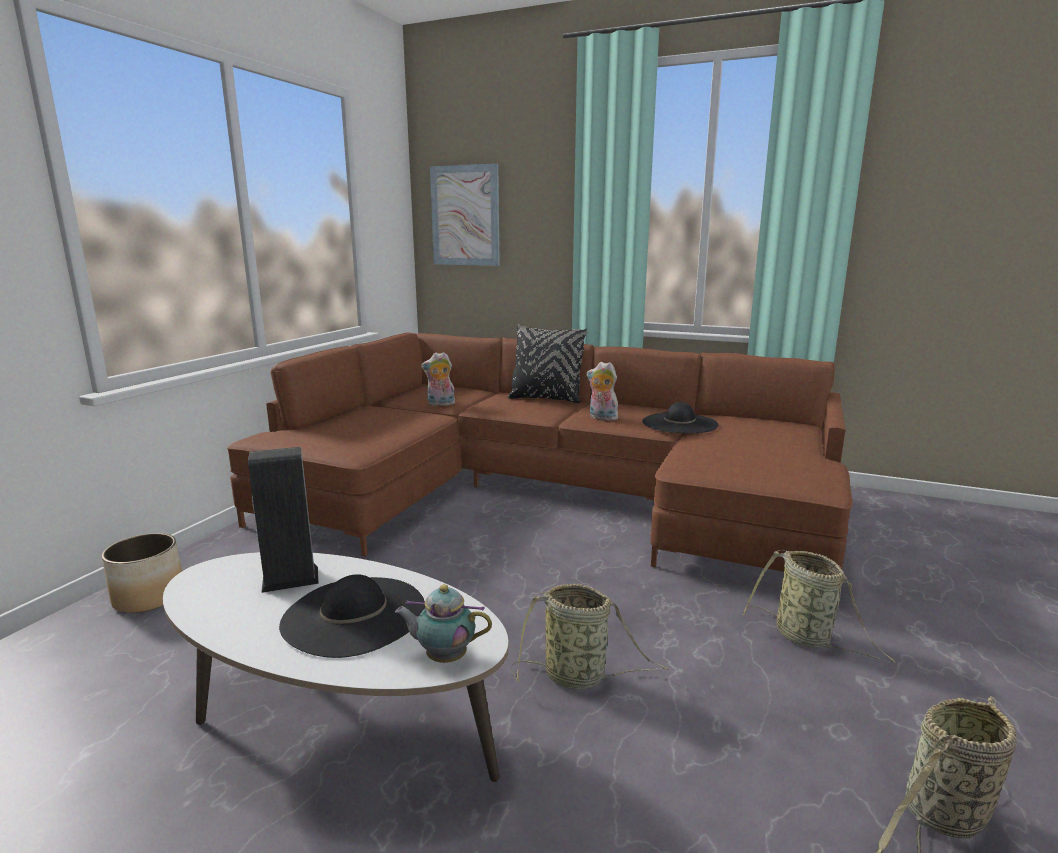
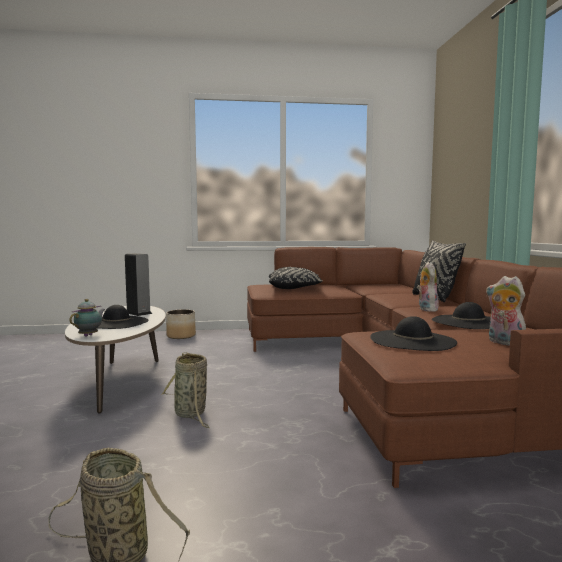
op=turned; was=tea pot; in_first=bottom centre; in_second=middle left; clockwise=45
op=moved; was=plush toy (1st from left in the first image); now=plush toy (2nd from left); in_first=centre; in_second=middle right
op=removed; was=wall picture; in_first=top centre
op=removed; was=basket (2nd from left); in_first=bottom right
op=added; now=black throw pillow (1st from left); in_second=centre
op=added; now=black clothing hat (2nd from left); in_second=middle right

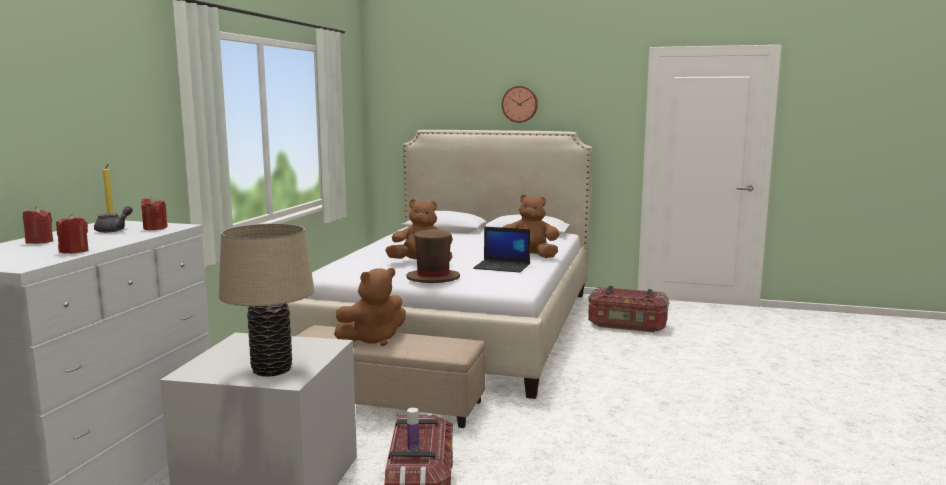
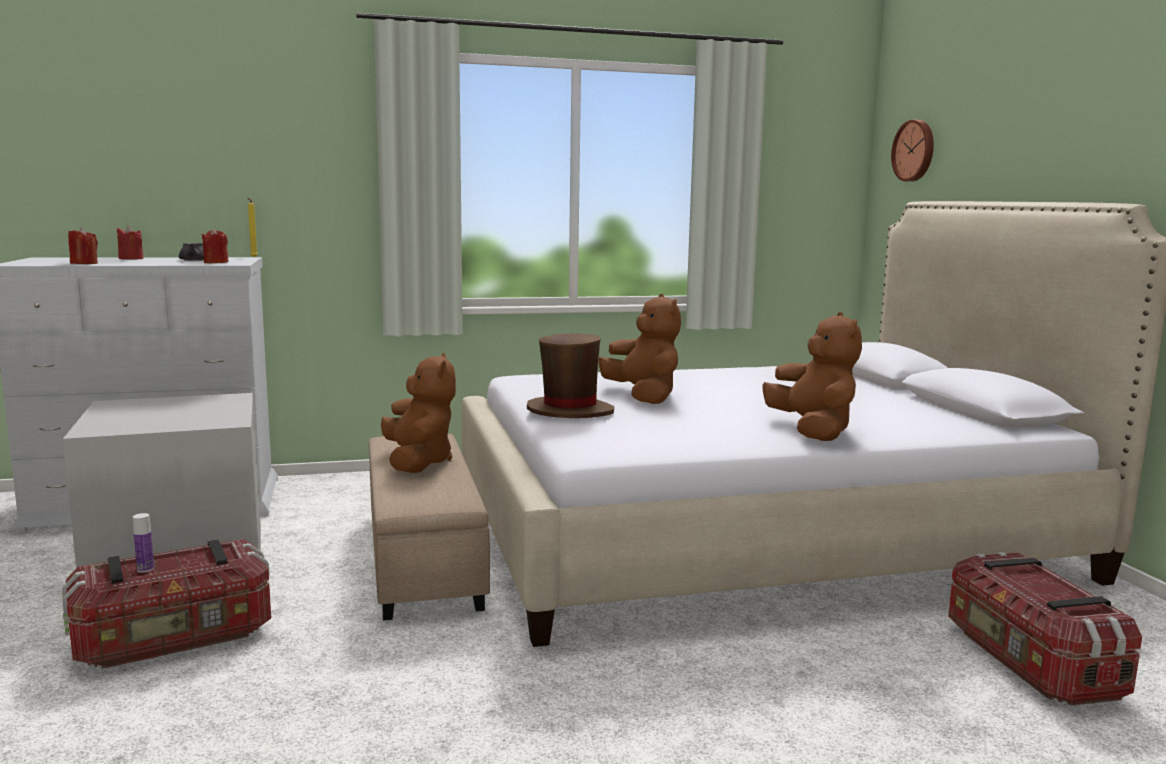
op=removed; was=beige table lamp; in_first=middle left
op=turned; was=brown plush toy (1st from left); in_first=centre; in_second=centre; clockwise=-135
op=removed; was=portable computer; in_first=centre
op=moved; was=hanging clock; in_first=top centre; in_second=top right

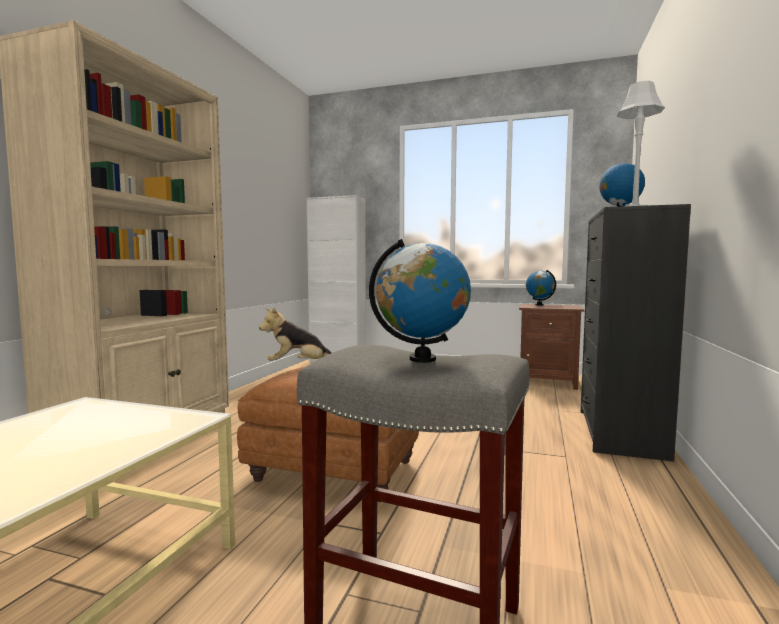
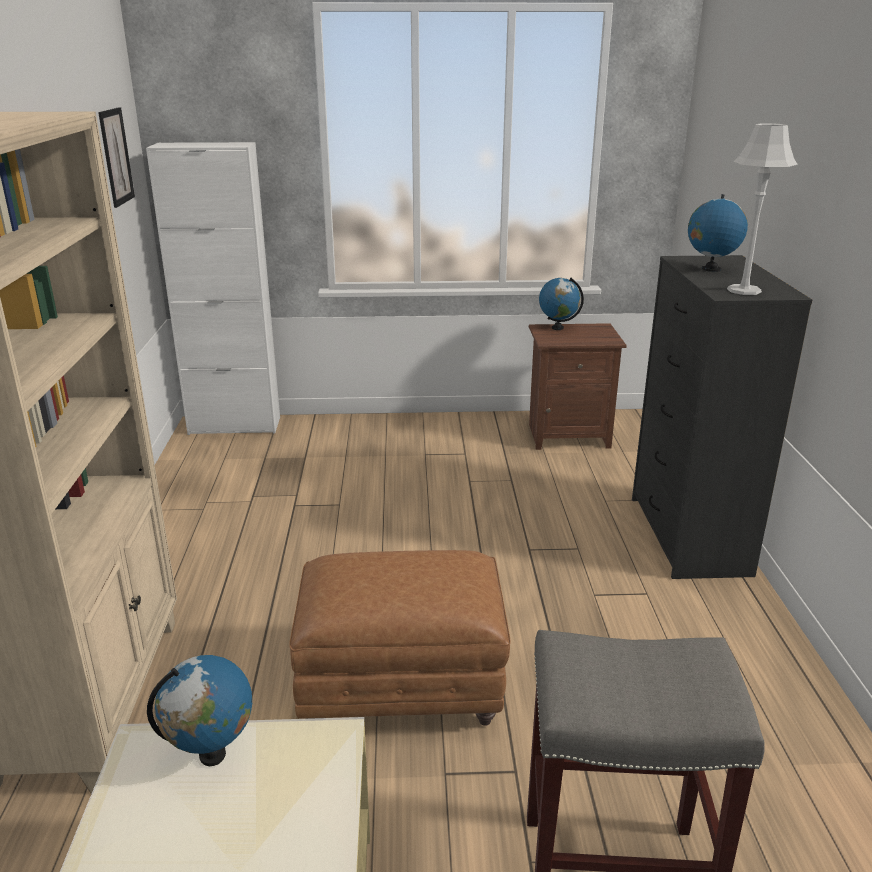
op=removed; was=plush toy; in_first=centre
op=moved; was=world globe (1st from left); in_first=centre; in_second=bottom left
op=added; now=wall picture; in_second=top left

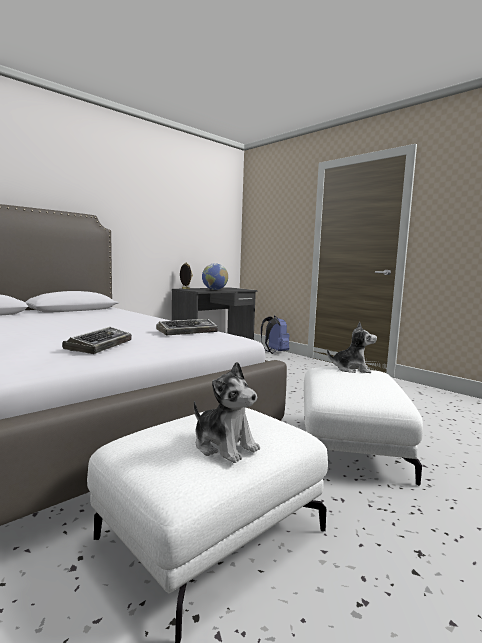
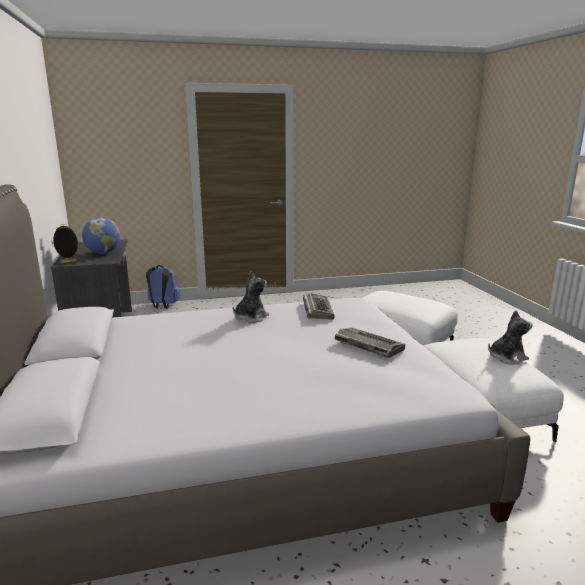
op=moved; was=plush toy (2nd from left in the first image); now=plush toy (1st from left); in_first=middle right; in_second=centre

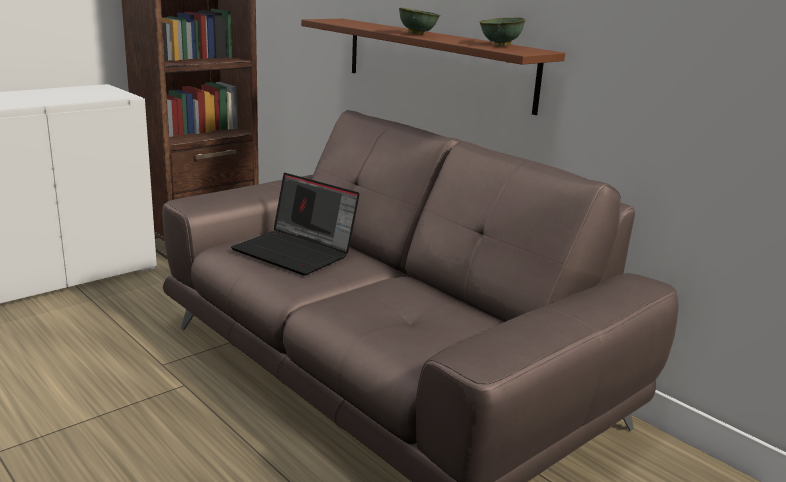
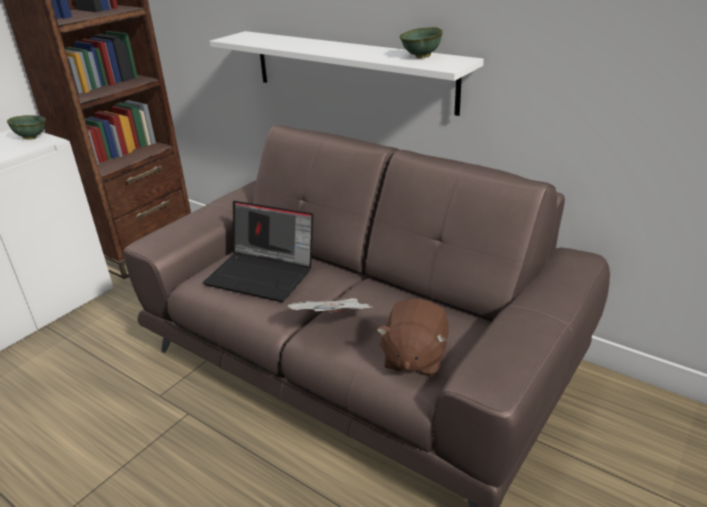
op=recoloured; was=brown shelf; now=white-coloured shelf; in_first=top centre; in_second=top centre
op=moved; was=greenish deep dish (1st from left); in_first=top centre; in_second=top left
op=added; now=newspaper; in_second=centre
op=added; now=brown plush toy; in_second=bottom centre

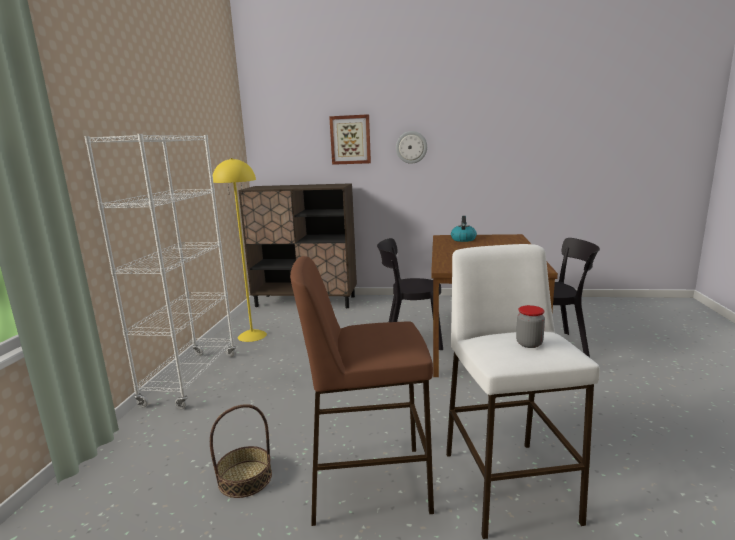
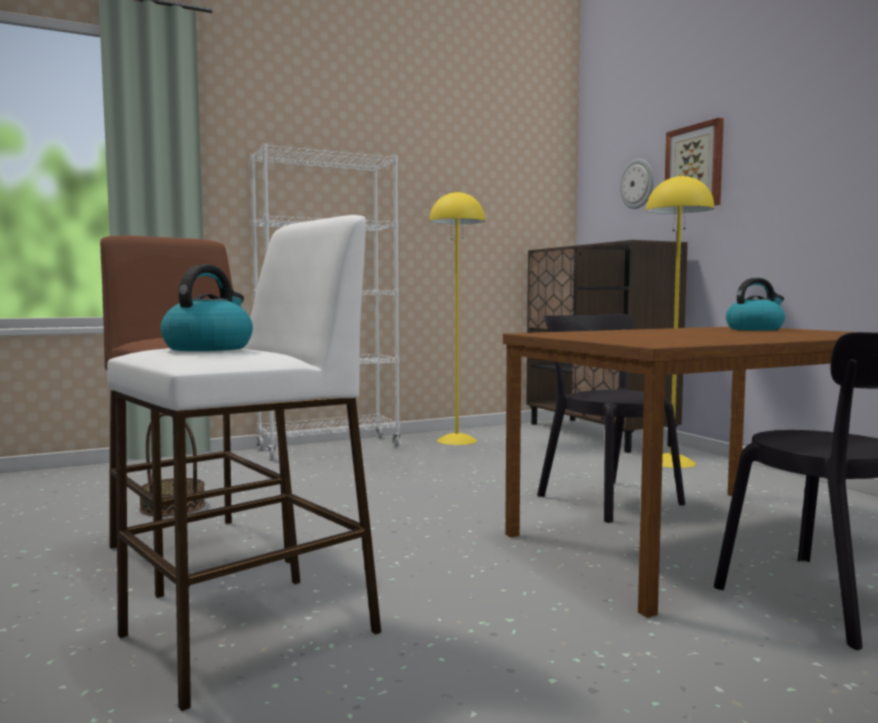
op=moved; was=hanging clock; in_first=top centre; in_second=top right
op=replaced; was=storage jar; now=kettle (1st from left); in_first=middle right; in_second=middle left
op=added; now=yellow standard lamp (2nd from left); in_second=middle right

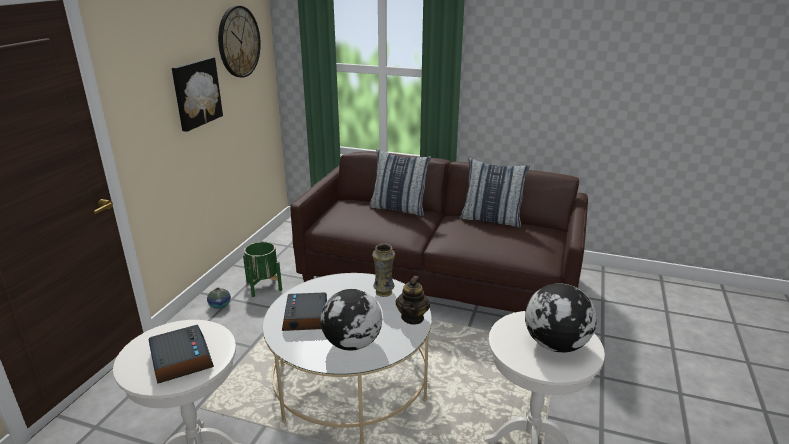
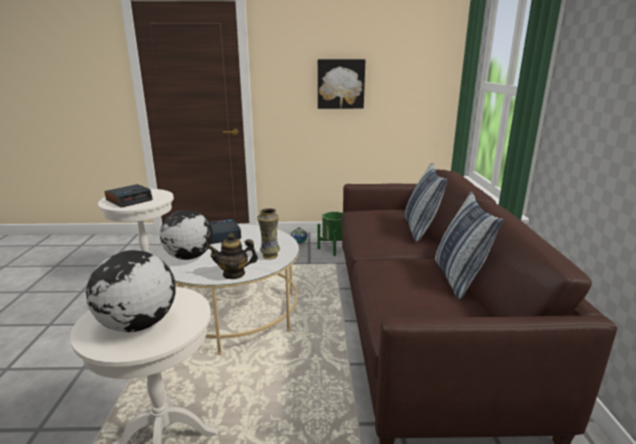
op=removed; was=hanging clock; in_first=top left

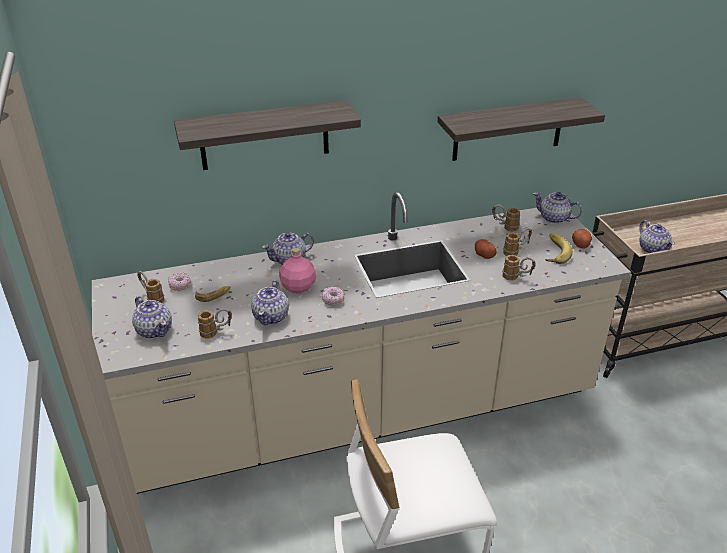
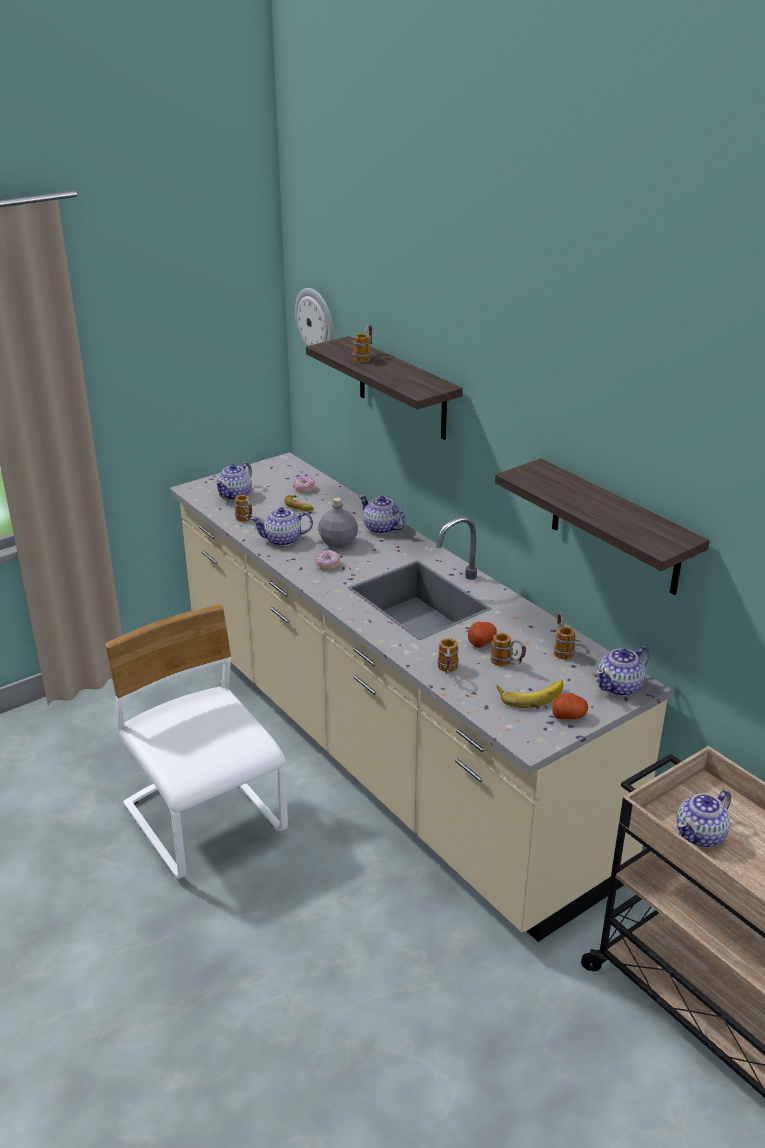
op=moved; was=coffee mug (1st from left in the first image); now=coffee mug (2nd from left); in_first=middle left; in_second=top centre
op=recoloured; was=pink drink bottle; now=greyish drink bottle; in_first=centre; in_second=centre
op=turned; was=tea pot (4th from left); in_first=middle right; in_second=middle right; clockwise=-135
op=added; now=hanging clock; in_second=top centre

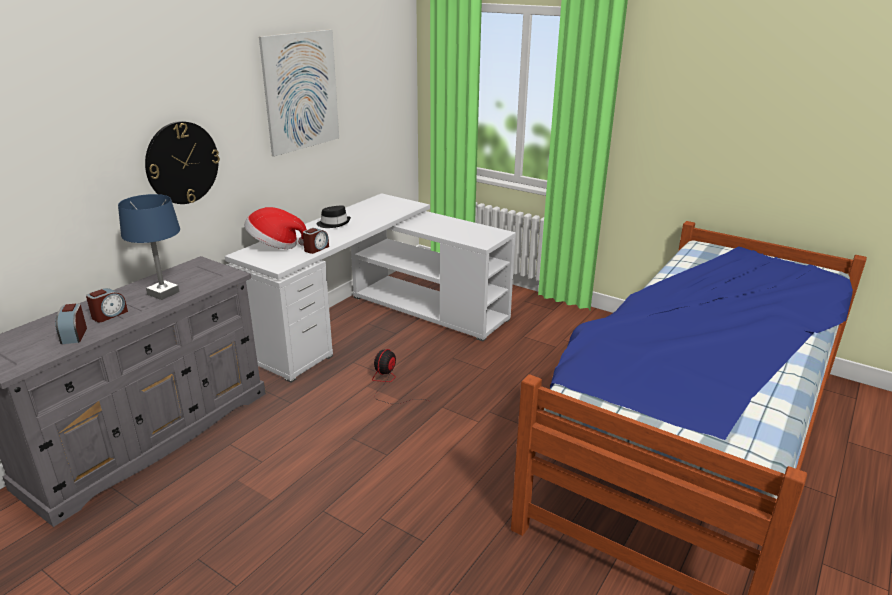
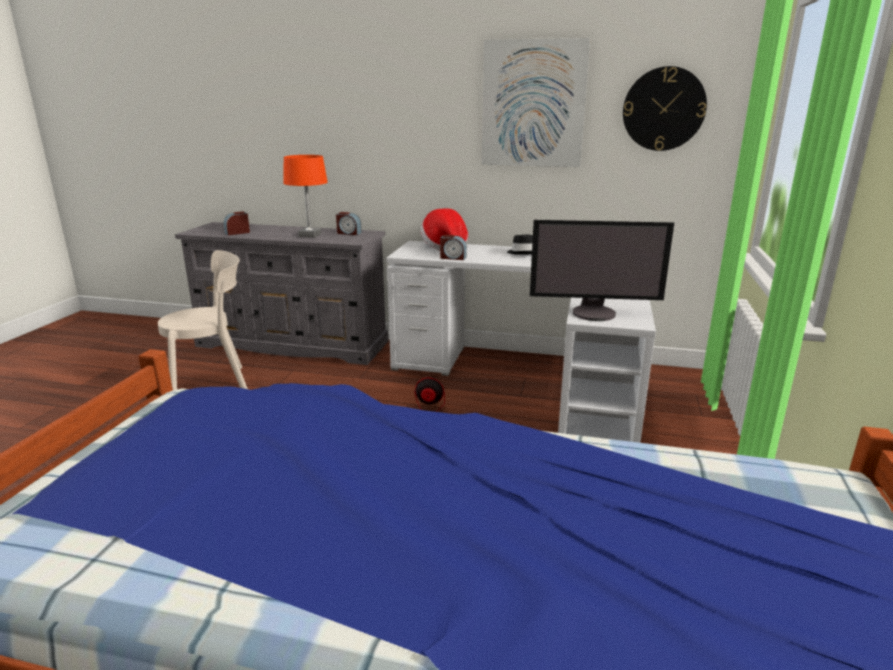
op=moved; was=table clock (2nd from left); in_first=middle left; in_second=top centre
op=recoloured; was=blue-coloured table lamp; now=orange-coloured table lamp; in_first=middle left; in_second=top centre
op=moved; was=hanging clock; in_first=top left; in_second=top right
op=added; now=beige upright chair; in_second=middle left
op=added; now=computer screen; in_second=middle right

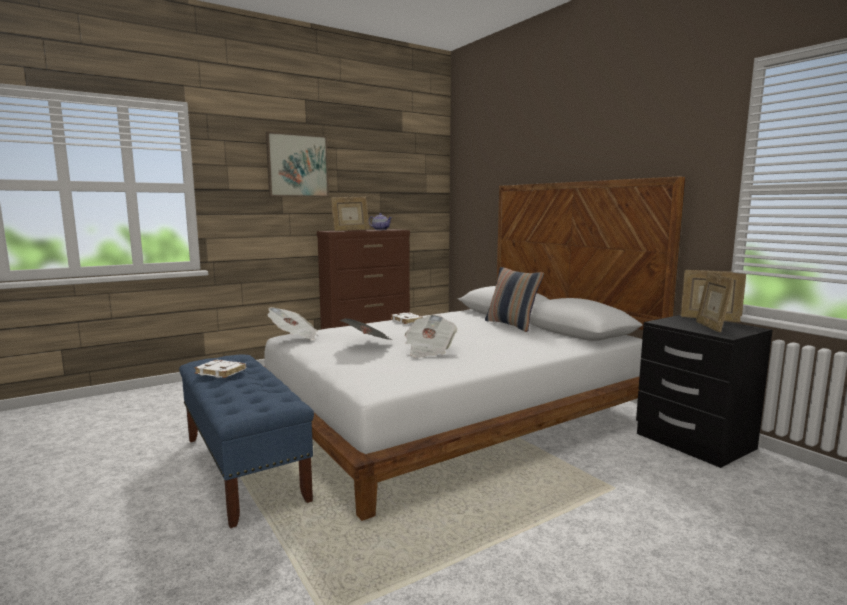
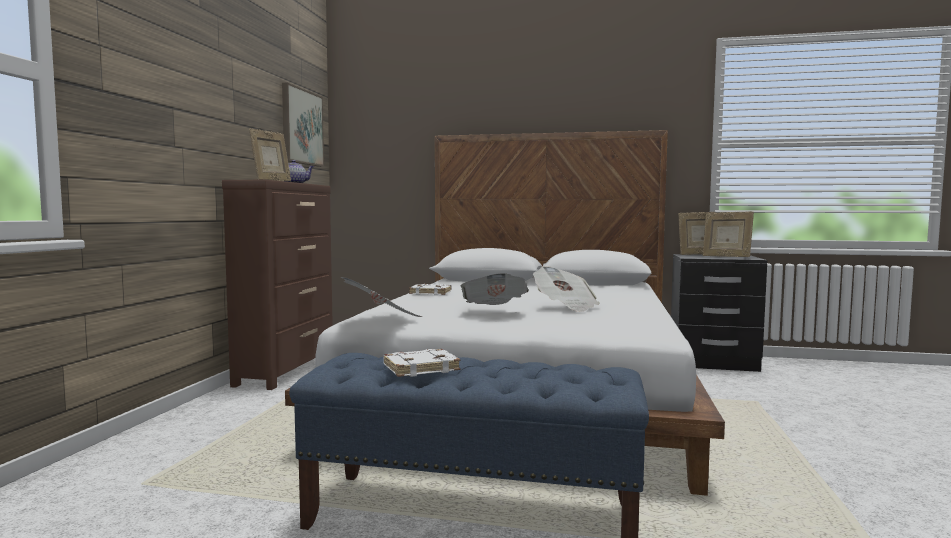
op=moved; was=wall picture; in_first=top centre; in_second=top left
op=removed; was=throw pillow; in_first=centre

